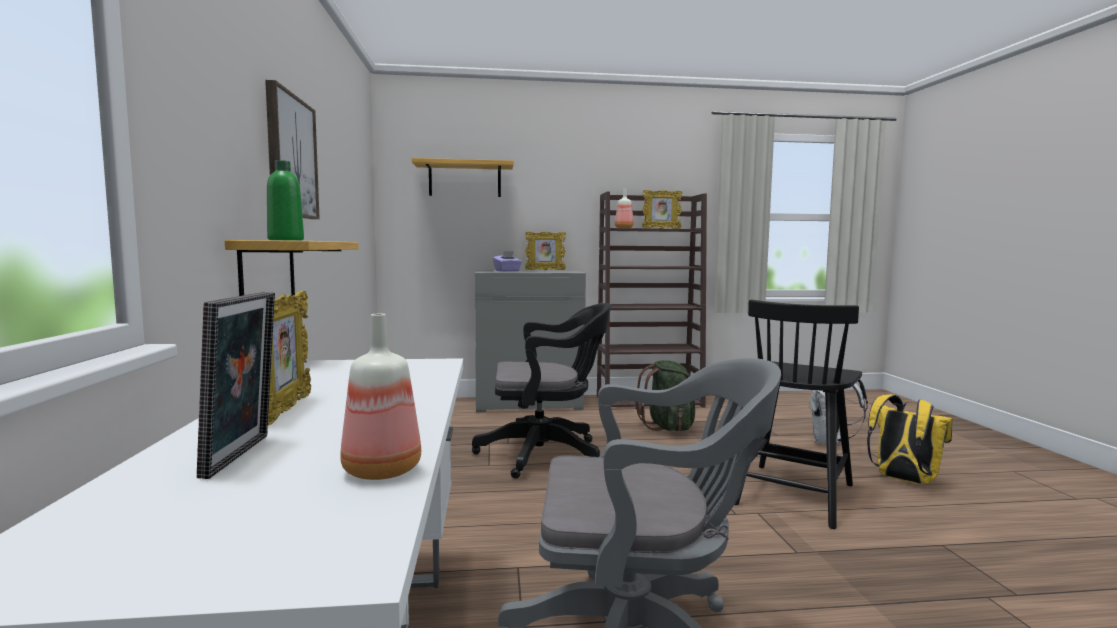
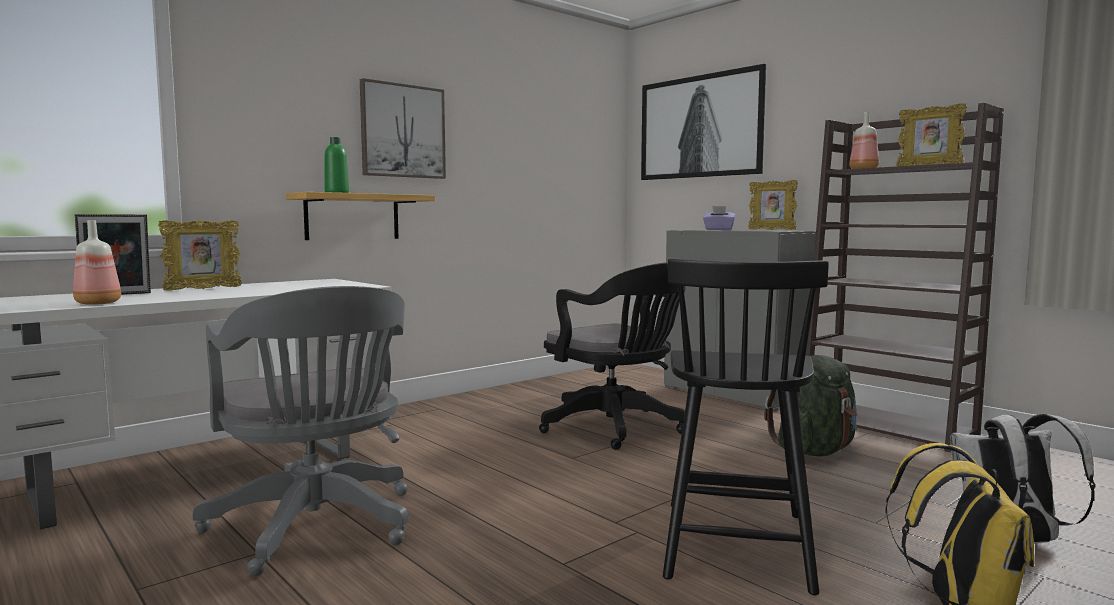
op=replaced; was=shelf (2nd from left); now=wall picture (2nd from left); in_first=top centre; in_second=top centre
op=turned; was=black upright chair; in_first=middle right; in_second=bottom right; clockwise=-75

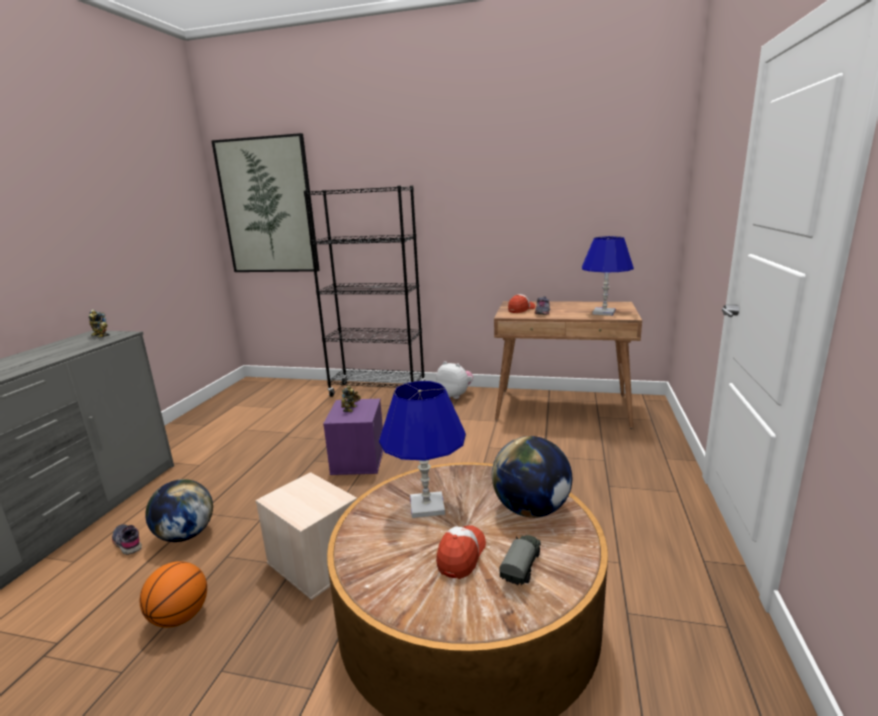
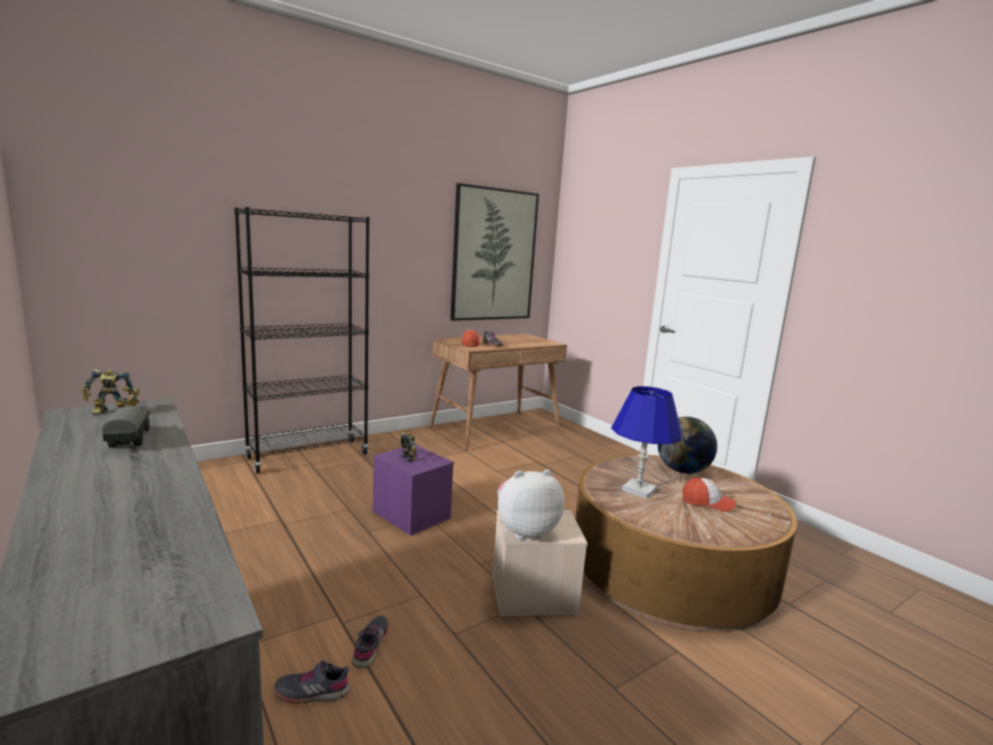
op=removed; was=ball for basketball; in_first=bottom left
op=replaced; was=world globe (1st from left); now=greyish low shoe (2nd from left); in_first=bottom left; in_second=bottom centre
op=moved; was=wall picture; in_first=top left; in_second=centre
op=moved; was=plush toy; in_first=centre; in_second=bottom centre
op=turned; was=peaked cap (1st from left in the first image); in_first=bottom centre; in_second=middle right; clockwise=135
op=moved; was=toy lorry; in_first=bottom centre; in_second=middle left
op=removed; was=blue-coloured table lamp (2nd from left); in_first=middle right

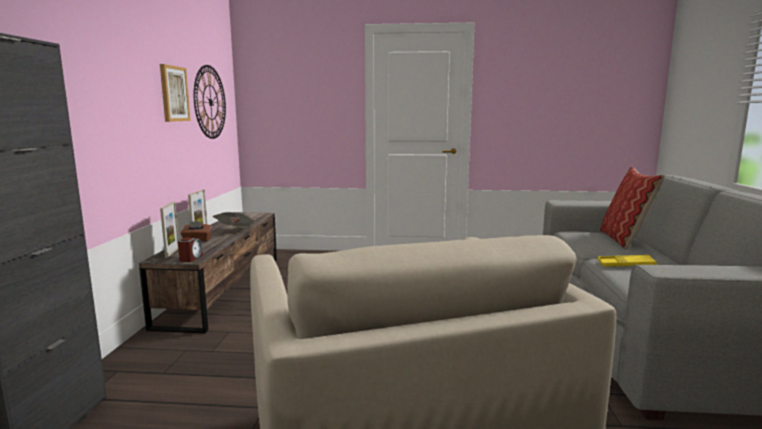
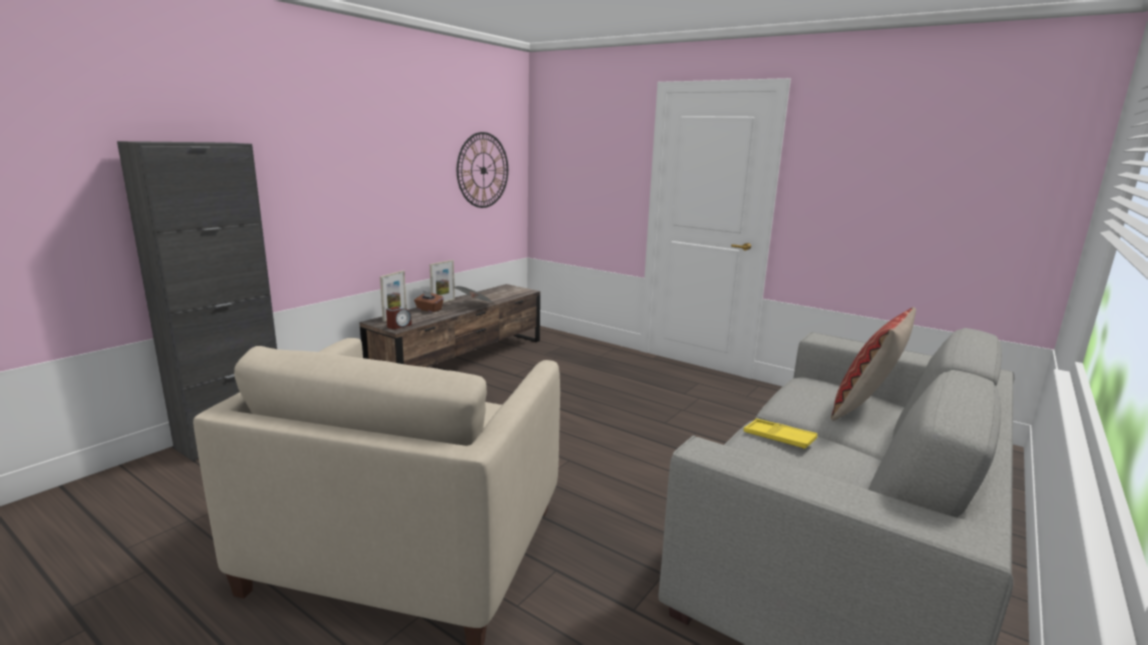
op=removed; was=wall picture; in_first=top left

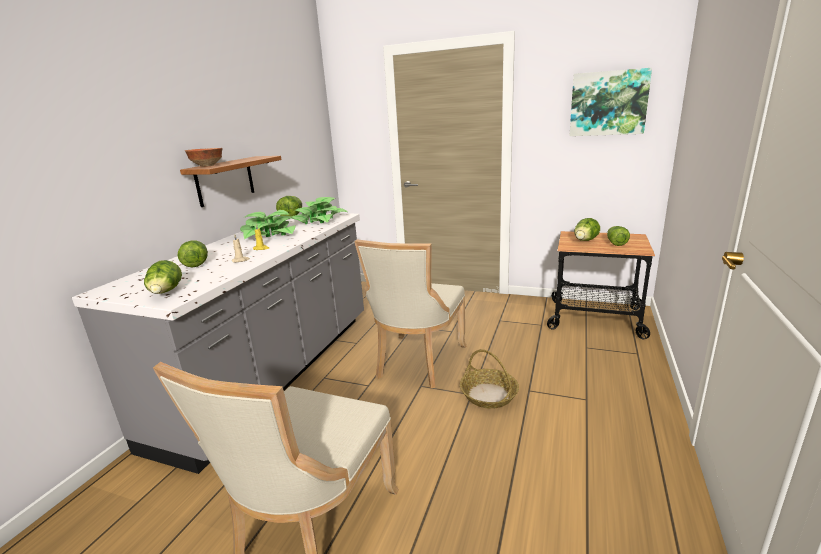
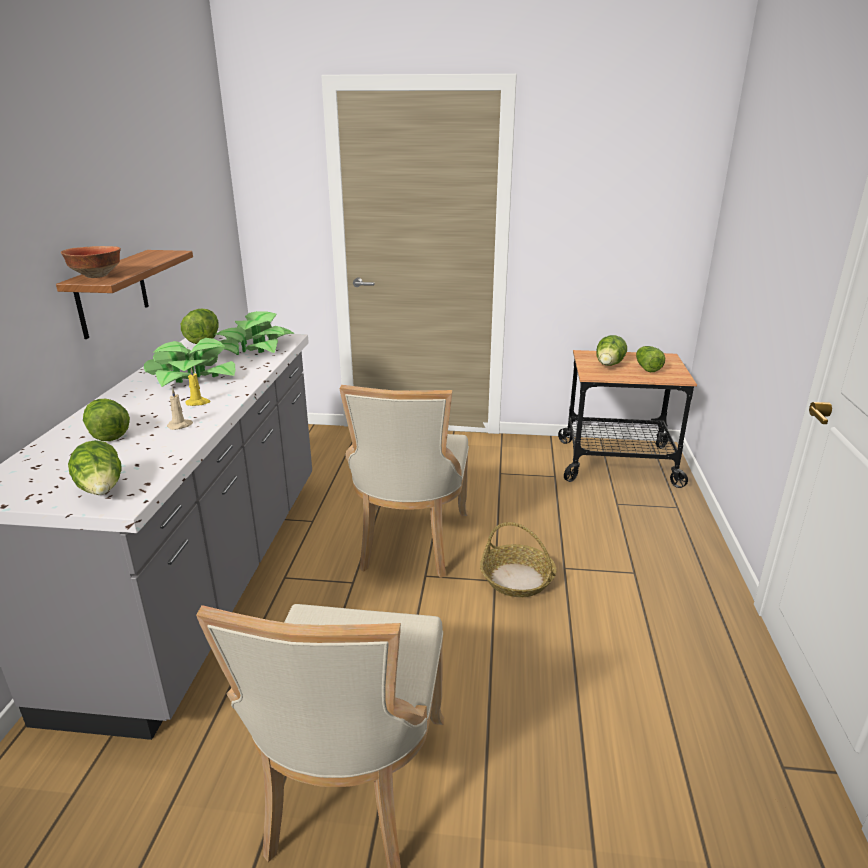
op=removed; was=wall picture; in_first=top right

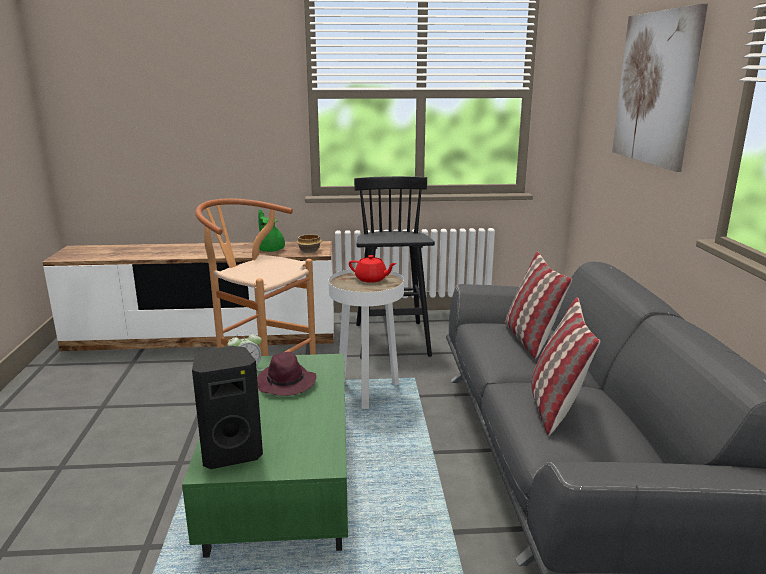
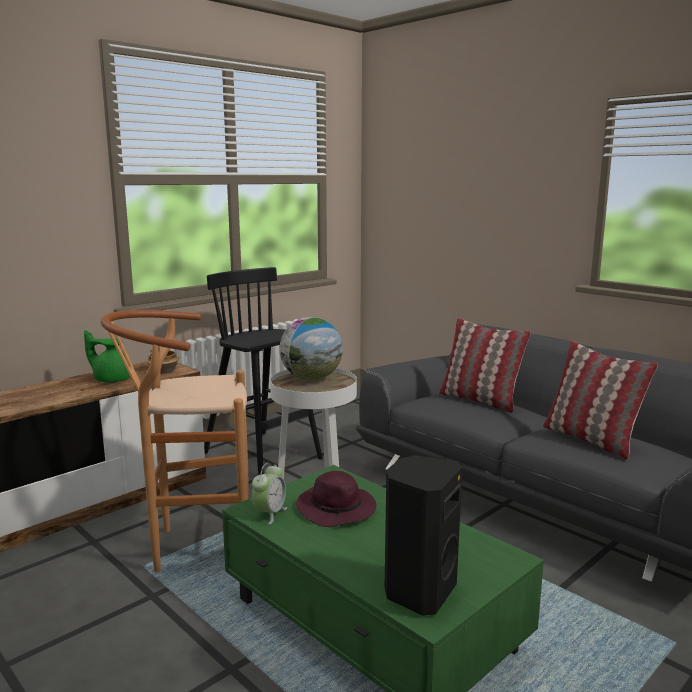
op=replaced; was=reddish tea pot; now=world globe; in_first=centre; in_second=centre
op=removed; was=wall picture; in_first=top right

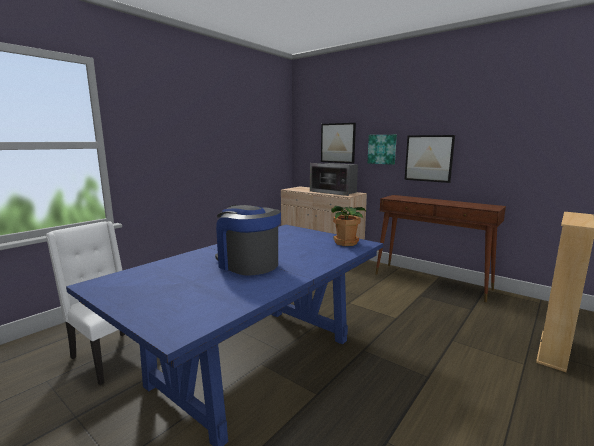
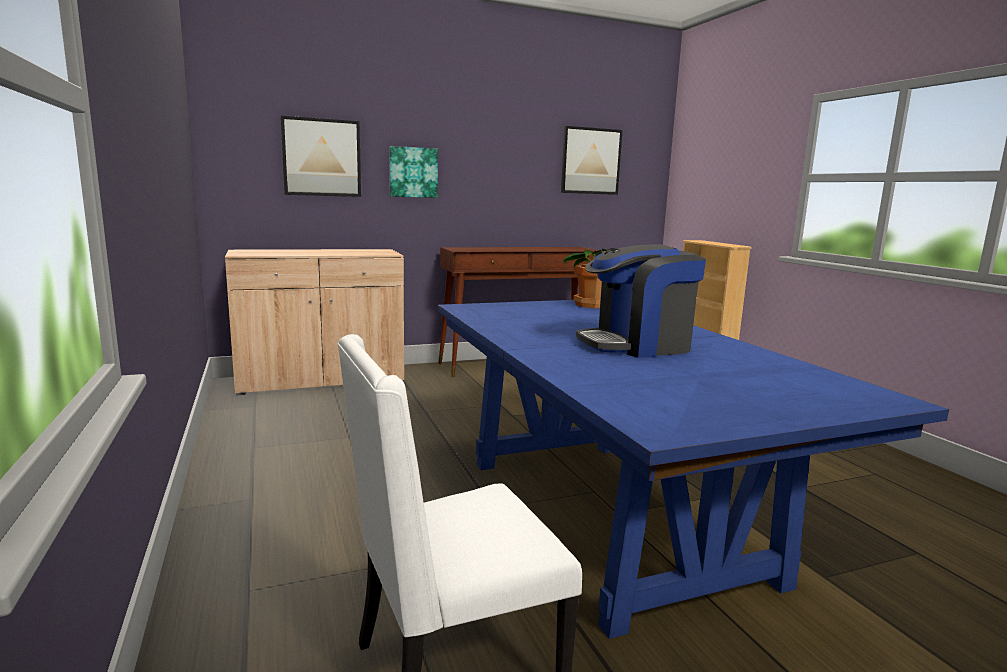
op=removed; was=microwave oven; in_first=centre
op=moved; was=wall picture (3rd from left); in_first=middle right; in_second=top centre

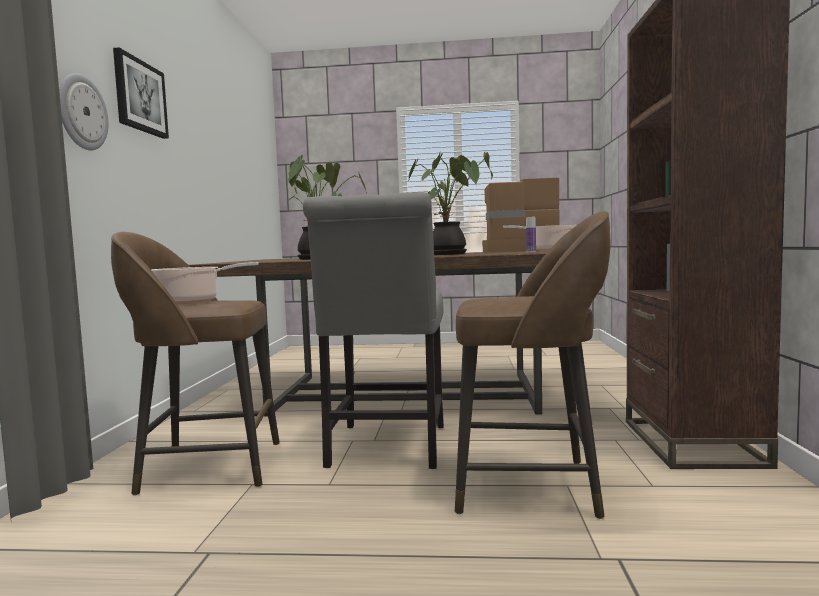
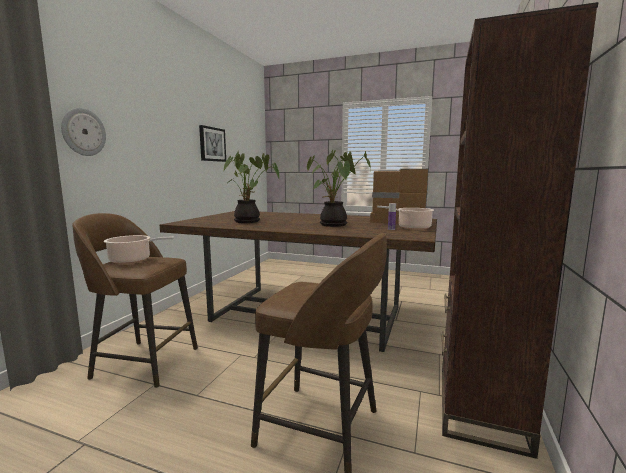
op=moved; was=wall picture; in_first=top left; in_second=top centre
op=removed; was=greyish upright chair; in_first=centre

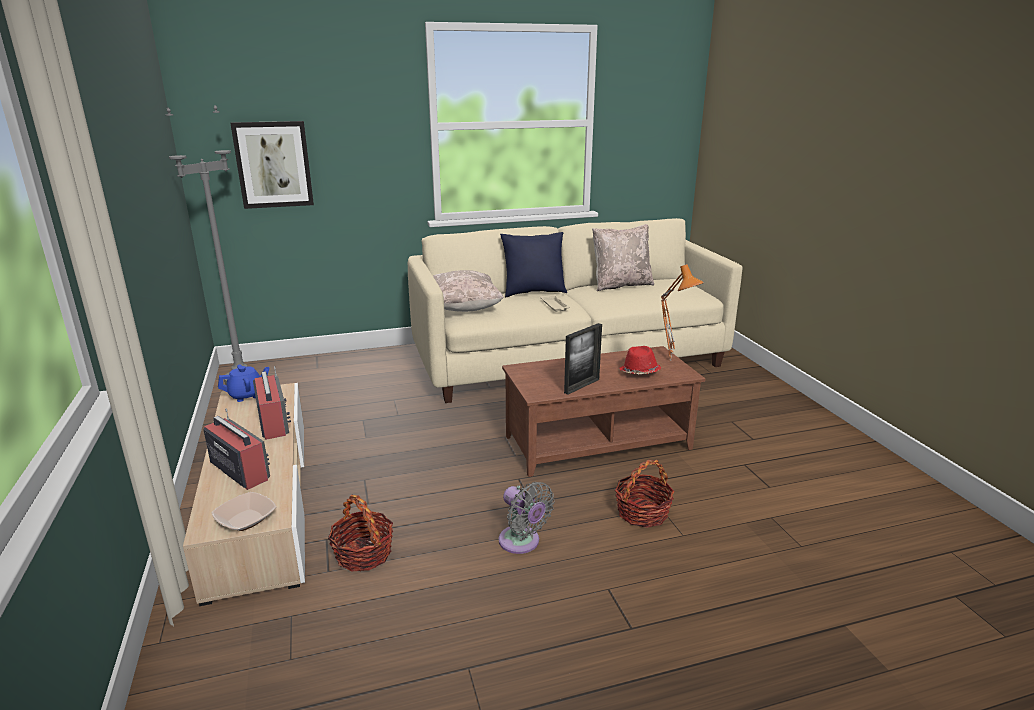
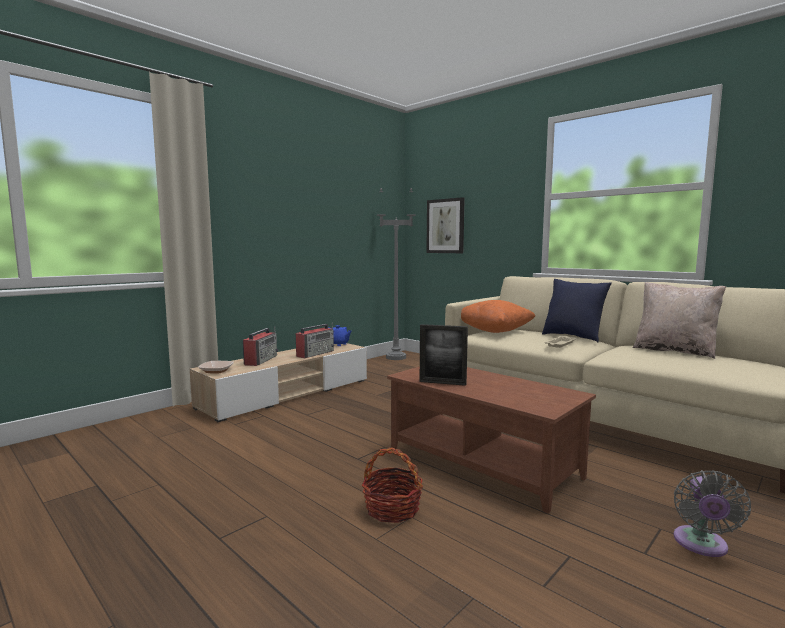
op=removed; was=basket (1st from left); in_first=bottom centre
op=recoloured; was=beige throw pillow (1st from left); now=orange-coloured throw pillow; in_first=centre; in_second=centre
op=moved; was=greyish fan; in_first=bottom centre; in_second=bottom right
op=removed; was=reddish clothing hat; in_first=centre
op=removed; was=orange-coloured table lamp; in_first=centre

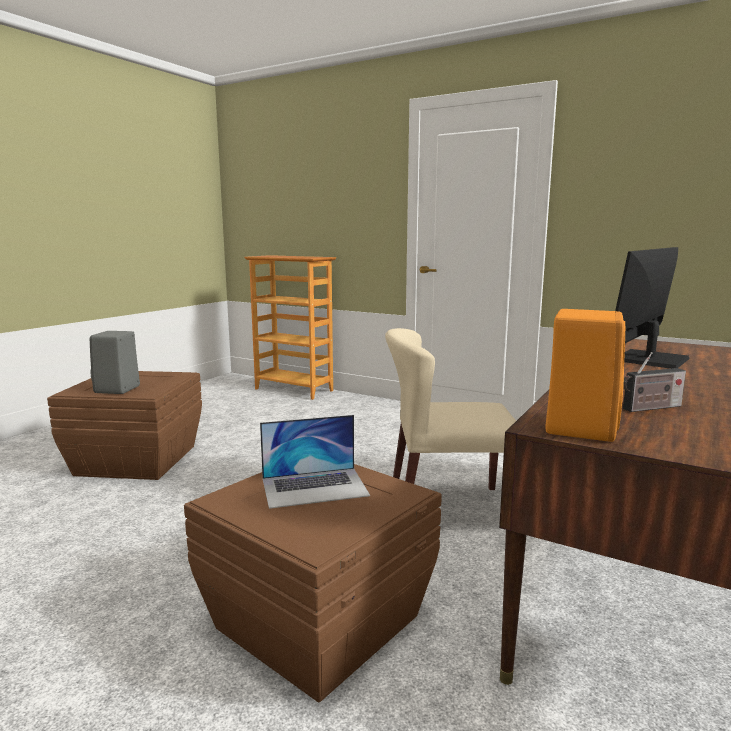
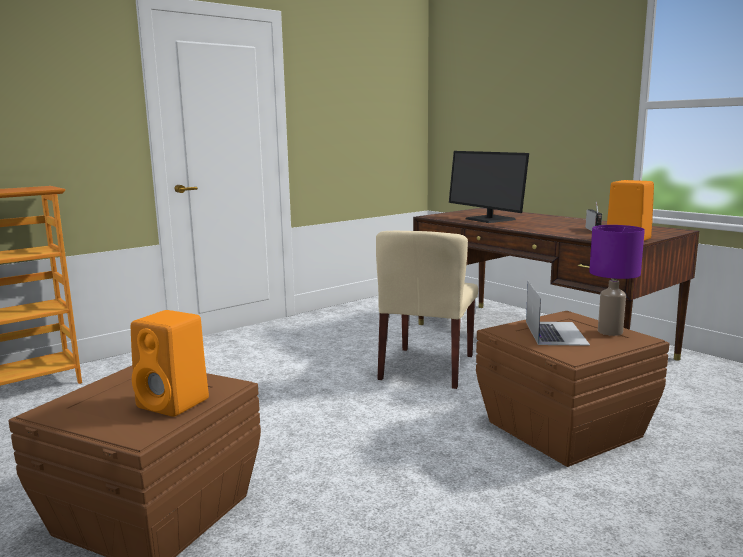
op=recoloured; was=greyish loudspeaker; now=orange-coloured loudspeaker (1st from left); in_first=middle left; in_second=middle left
op=added; now=purple table lamp; in_second=middle right

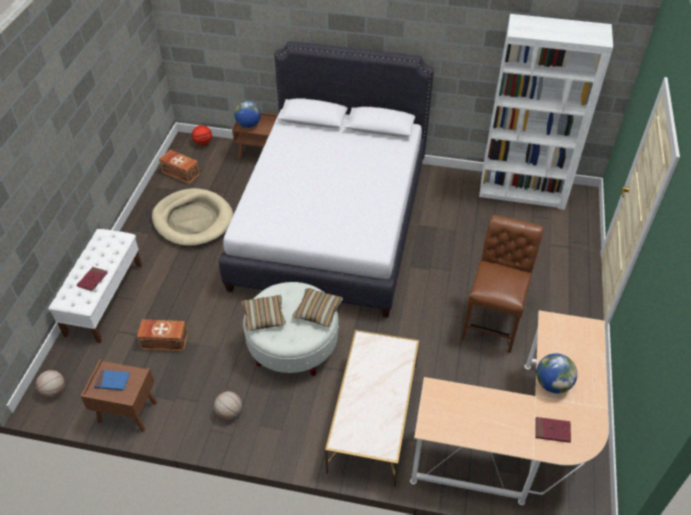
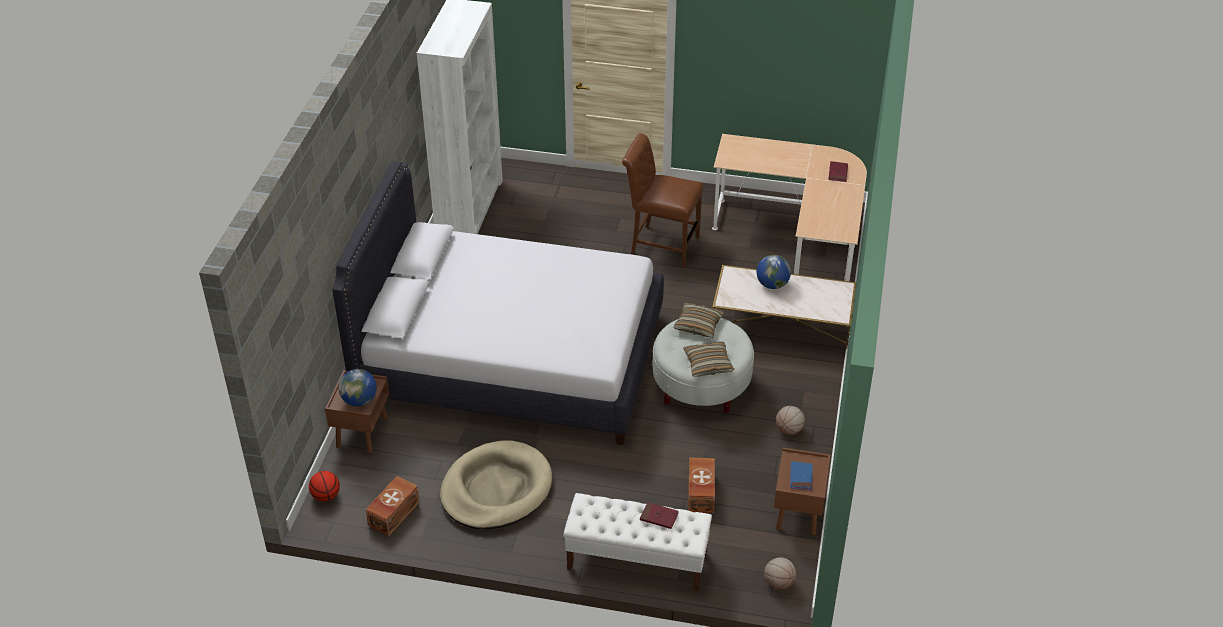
op=moved; was=world globe (2nd from left); in_first=bottom right; in_second=centre

